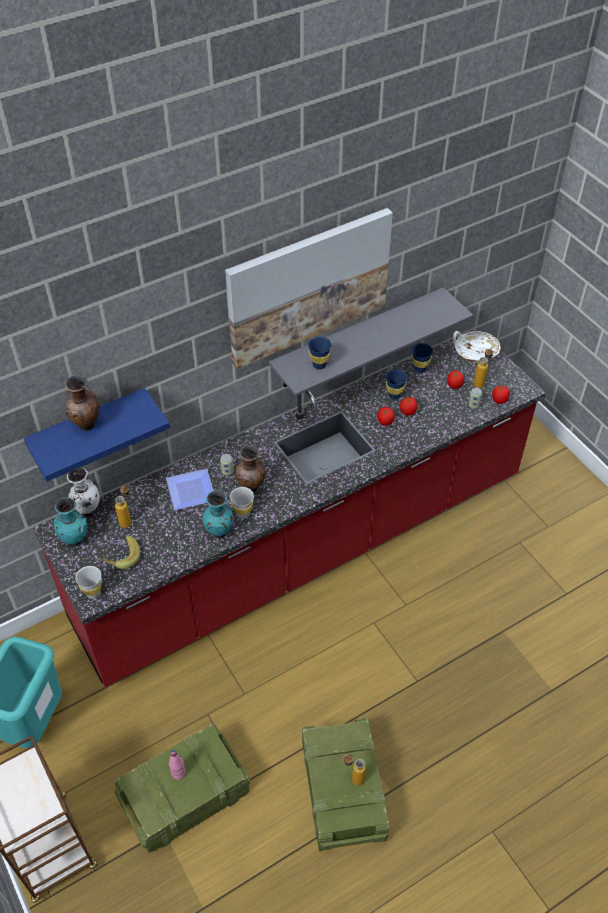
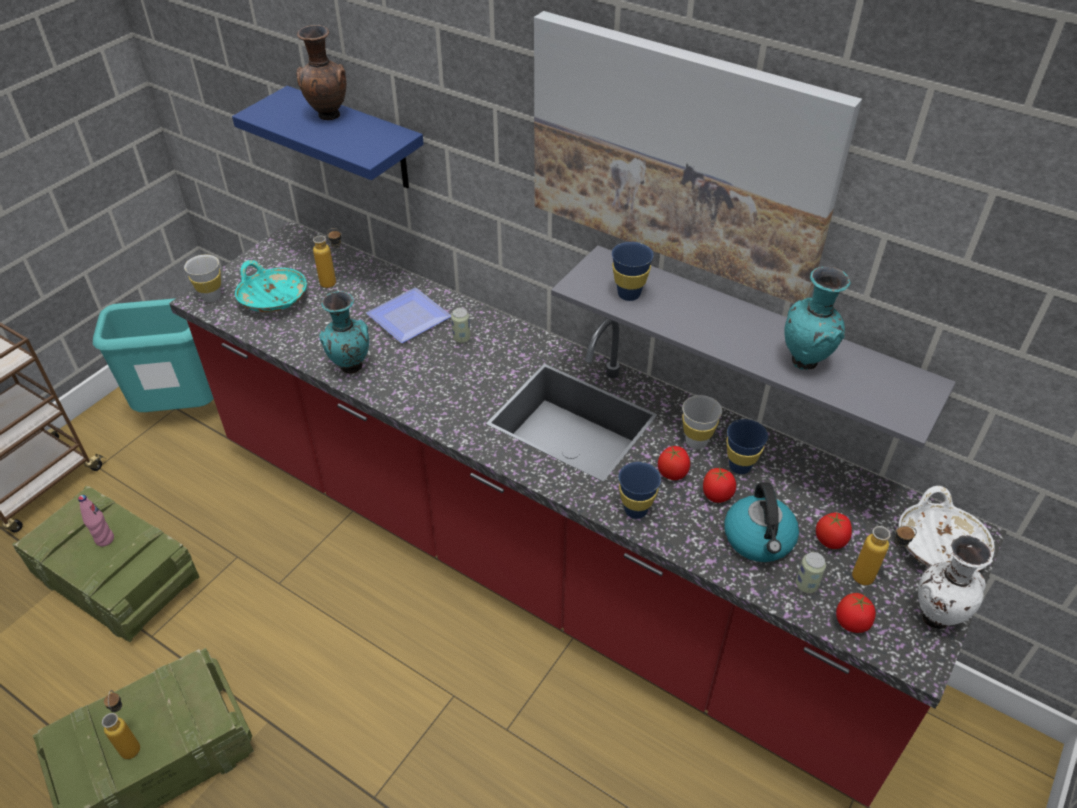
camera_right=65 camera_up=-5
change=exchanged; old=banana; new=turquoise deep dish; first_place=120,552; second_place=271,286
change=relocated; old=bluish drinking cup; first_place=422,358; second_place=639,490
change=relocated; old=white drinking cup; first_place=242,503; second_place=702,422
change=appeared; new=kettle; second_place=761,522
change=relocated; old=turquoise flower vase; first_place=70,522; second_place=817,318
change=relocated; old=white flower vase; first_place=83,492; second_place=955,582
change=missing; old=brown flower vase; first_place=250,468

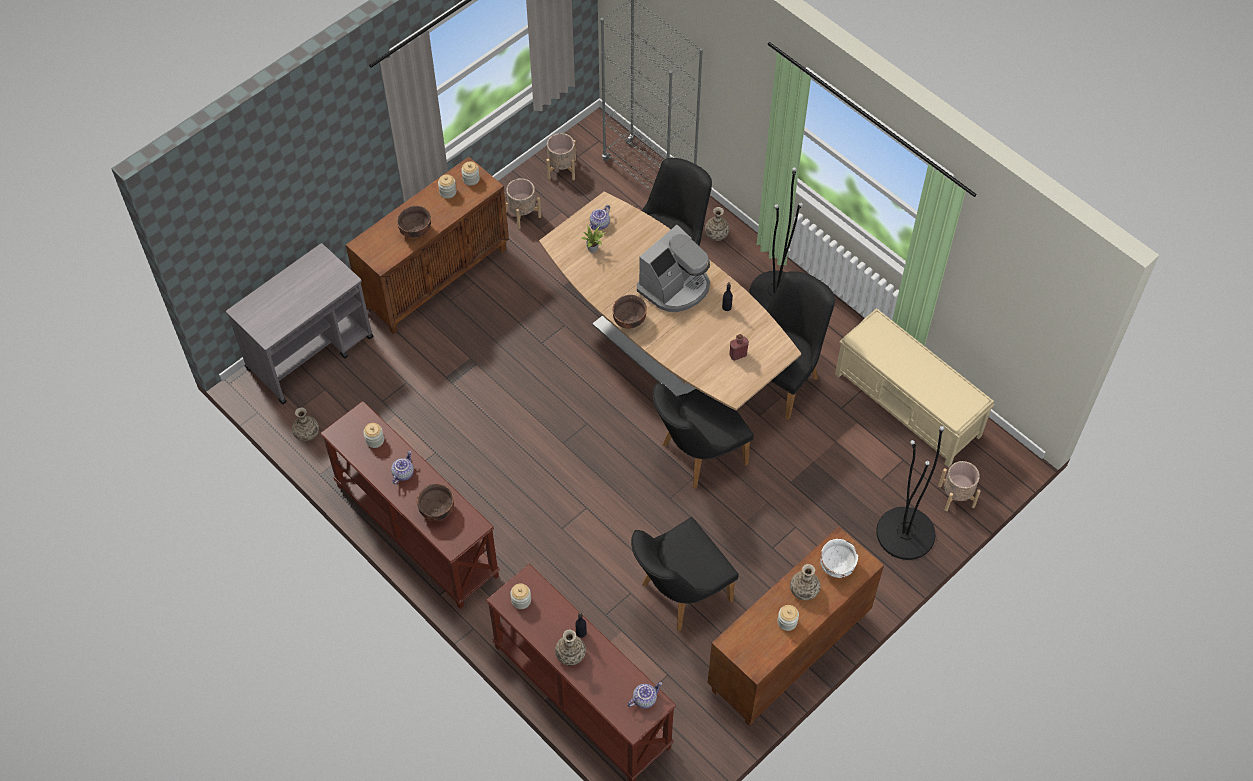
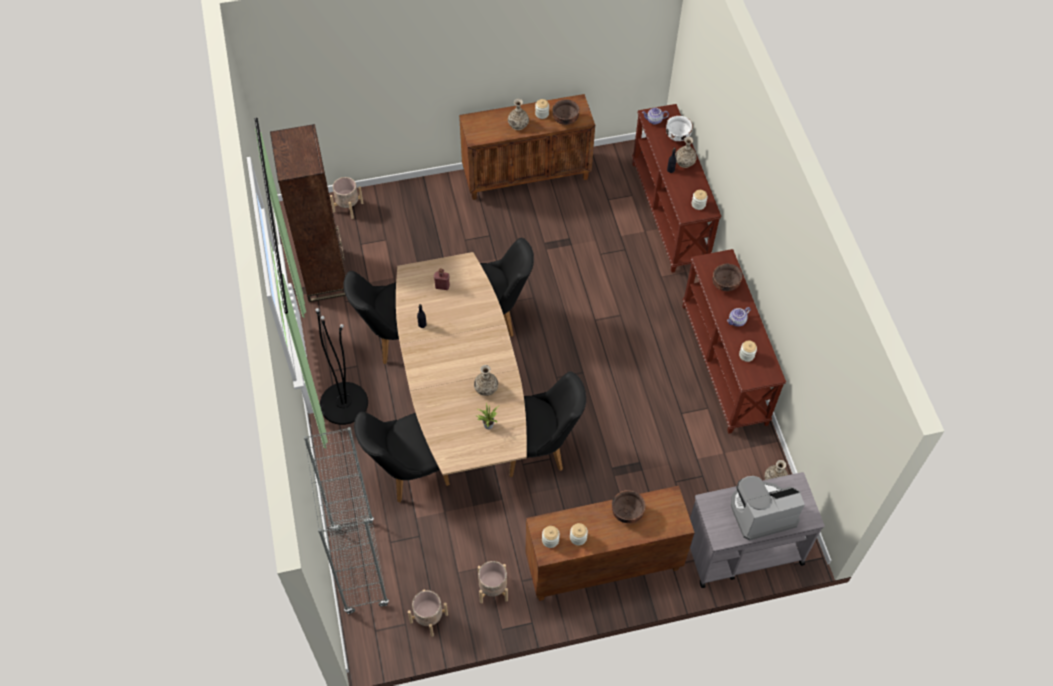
camera_right=-150 camera_up=0
change=exchanged; old=sand-coloured bench; new=brown shelving unit; first_place=915,387; second_place=308,213
change=relocated; old=flower vase; first_place=717,224; second_place=486,380
change=relocated; old=black upright chair; first_place=685,574; second_place=547,424
change=relocated; old=brown deep dish; first_place=630,312; second_place=566,112
change=relocated; old=white deep dish; first_place=839,558; second_place=679,128
change=relocated; old=coffee machine; first_place=673,268; second_place=768,508
change=missing; old=teapot; first_place=599,217
change=missing; old=black standing lamp; first_place=910,493

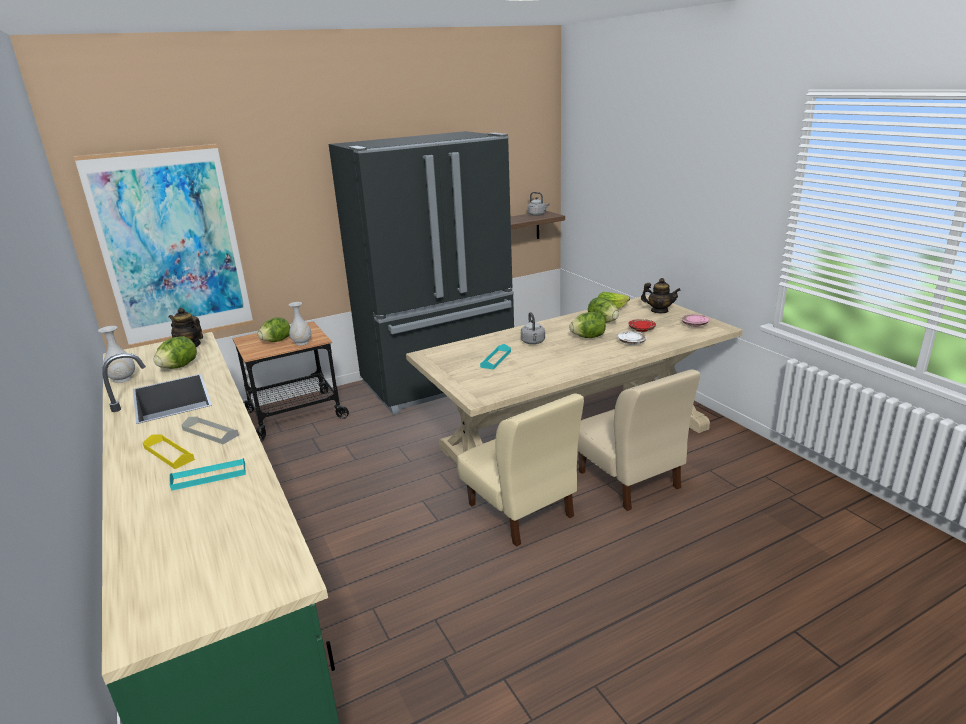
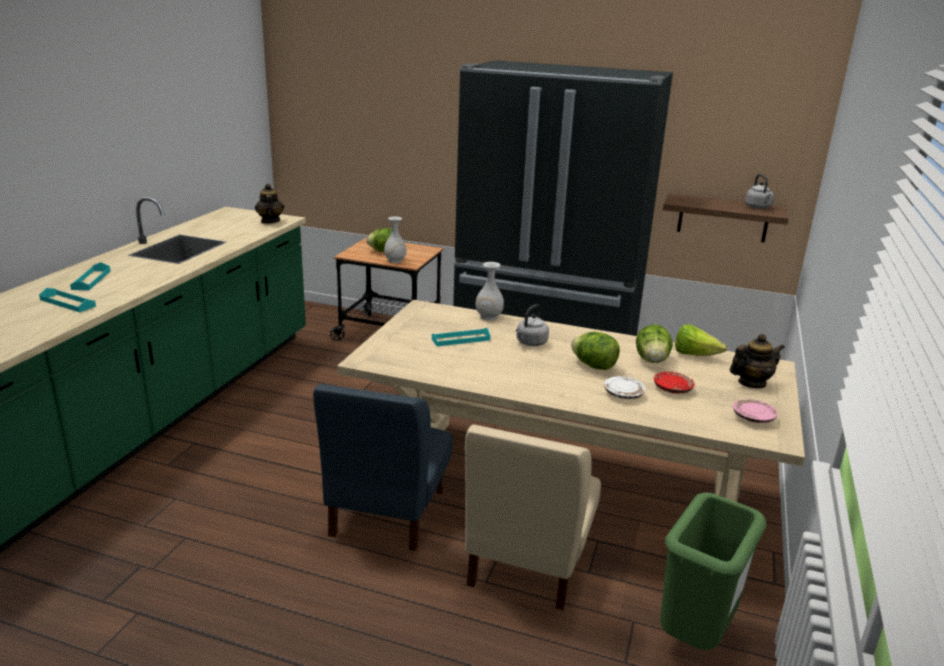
camera_right=45 camera_up=0
change=colour; old=yellow carrying tray; new=turquoise carrying tray; first_place=169,451; second_place=90,276
change=colour; old=sand-coloured upright chair; new=bluish upright chair; first_place=520,470; second_place=383,467
change=relocated; old=white flower vase; first_place=116,354; second_place=489,291
change=appeared; new=green-coloured rubbish bin; second_place=713,571
change=spun; old=teapot; first_place=661,295; second_place=757,361; degrees=-90
change=missing; old=wall art; first_place=164,246
change=missing; old=lettuce; first_place=175,352
change=missing; old=gray carrying tray; first_place=210,430

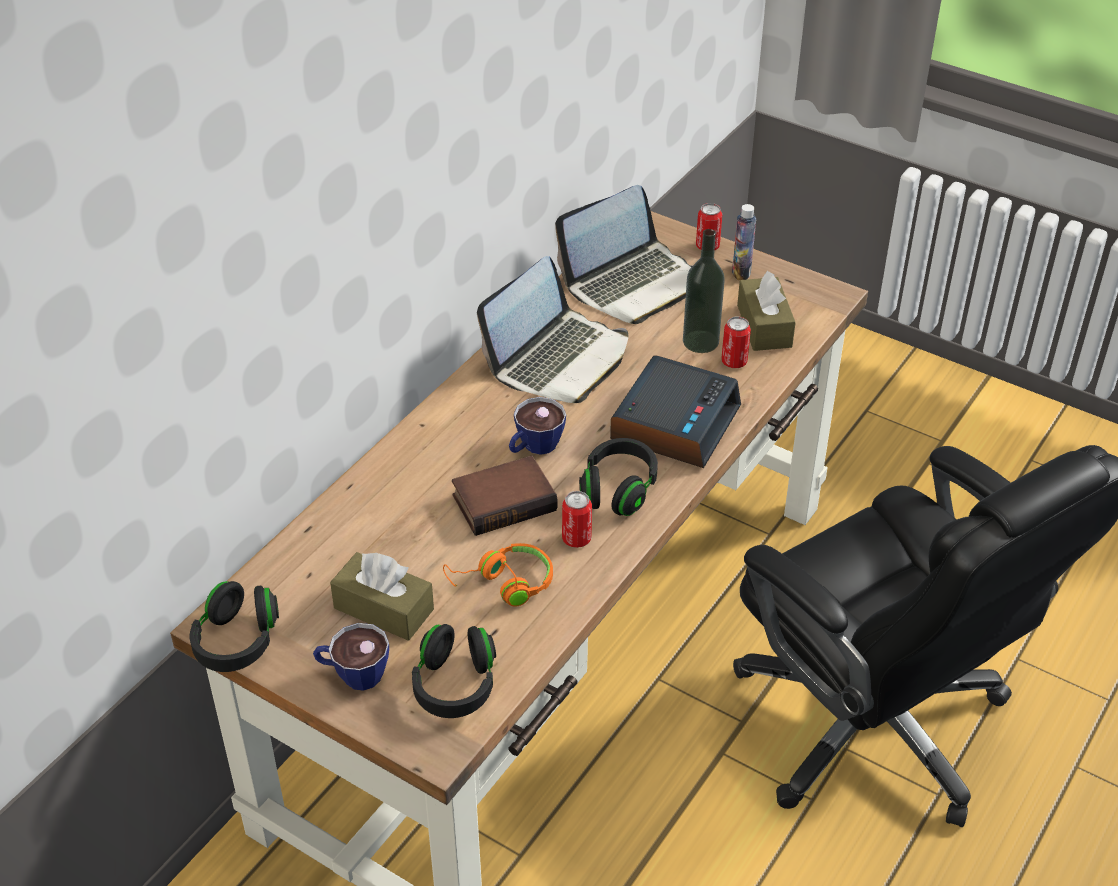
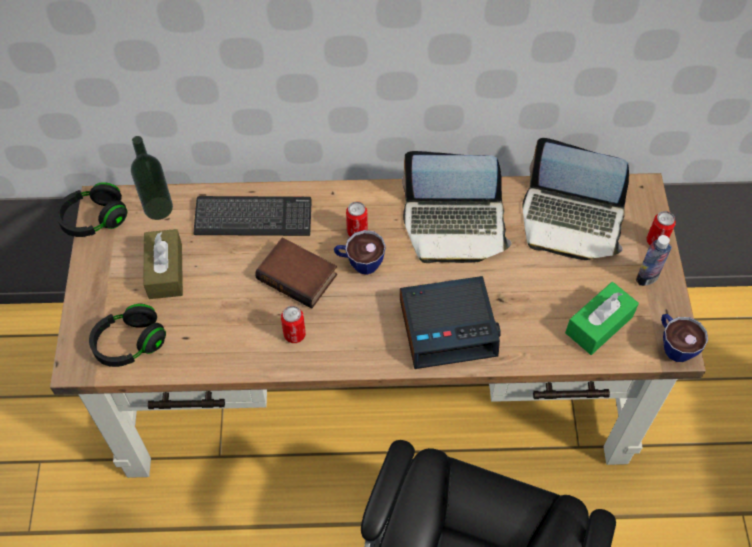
camera_right=55 camera_up=15
change=relocated; old=bottle; first_place=704,291; second_place=152,178
change=appeared; new=computer keyboard; second_place=253,216
change=relocated; old=metal can; first_place=736,342; second_place=357,219
change=colour; old=brown tissue box; new=green-coloured tissue box; first_place=766,311; second_place=602,318
change=relocated; old=drinking cup; first_place=351,657; second_place=684,338
change=missing; old=orange-coloured headset; first_place=498,575
change=missing; old=black headset; first_place=618,477

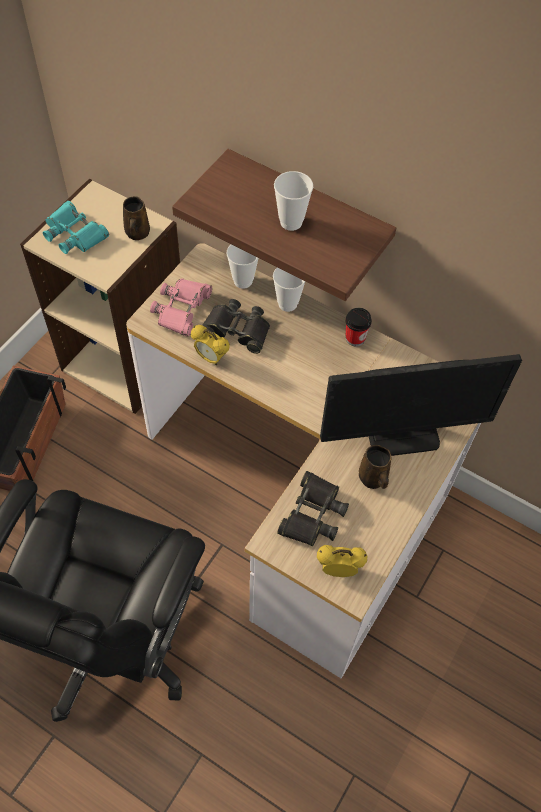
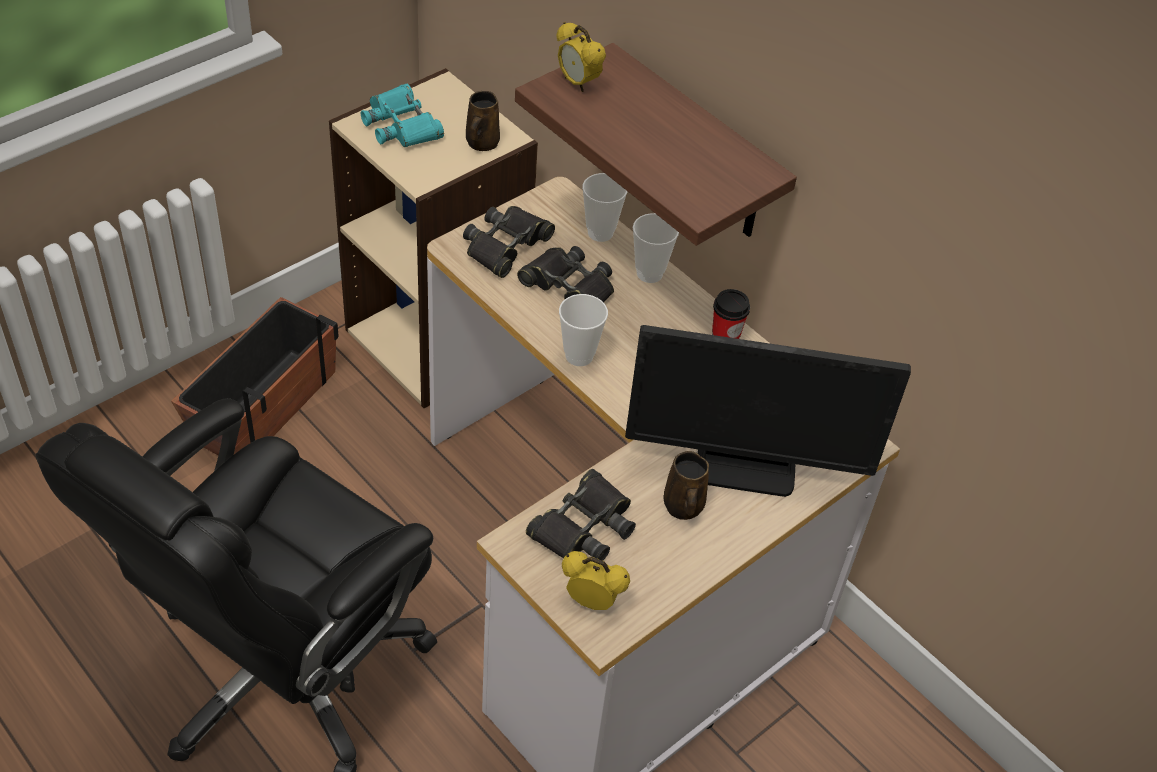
camera_right=15 camera_up=-10
change=colour; old=pink binoculars; new=black binoculars; first_place=181,307; second_place=509,242
change=relocated; old=table clock; first_place=210,345; second_place=581,57
change=relocated; old=drinking cup; first_place=293,201; second_place=583,330

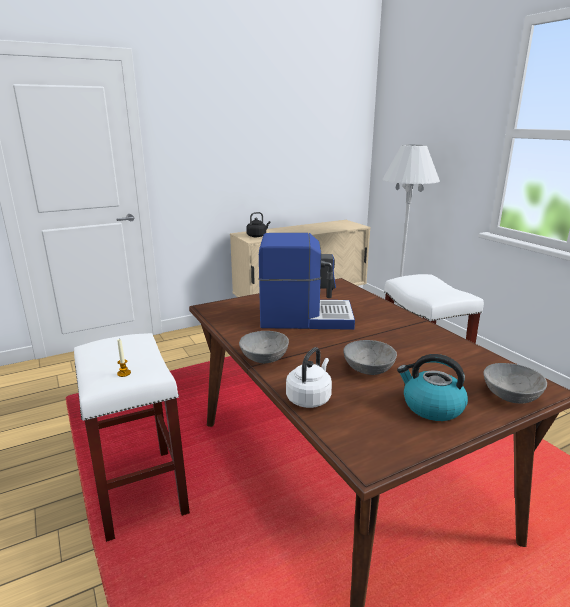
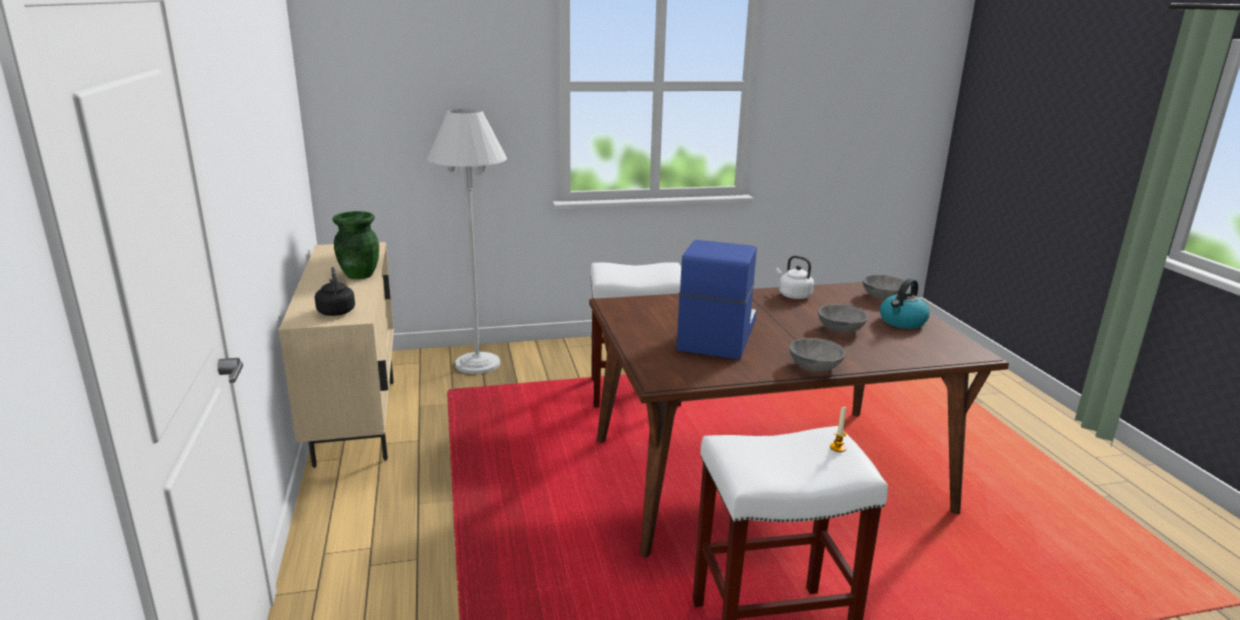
camera_right=-75 camera_up=0
change=appeared; new=green-coloured flower vase; second_place=355,245
change=relocated; old=white kettle; first_place=309,377; second_place=795,277

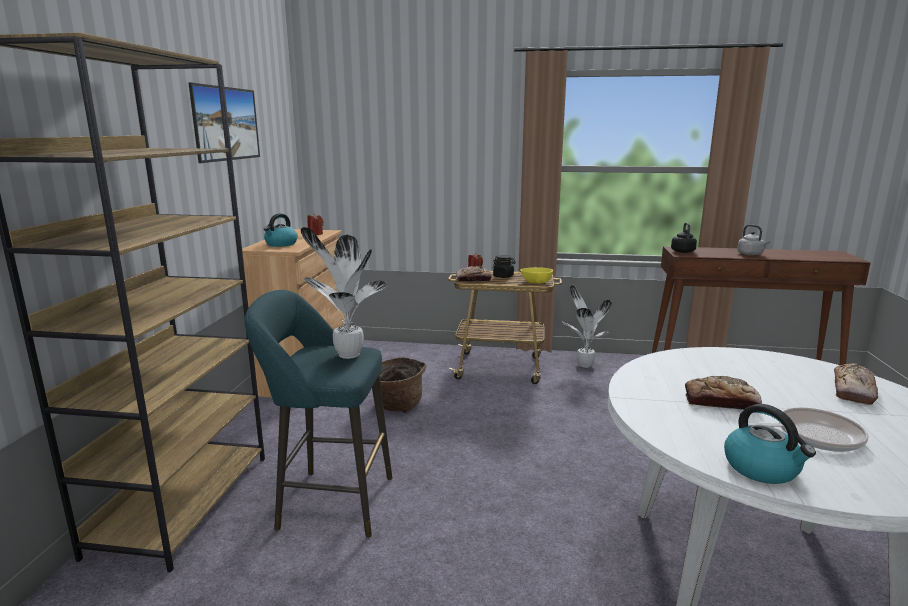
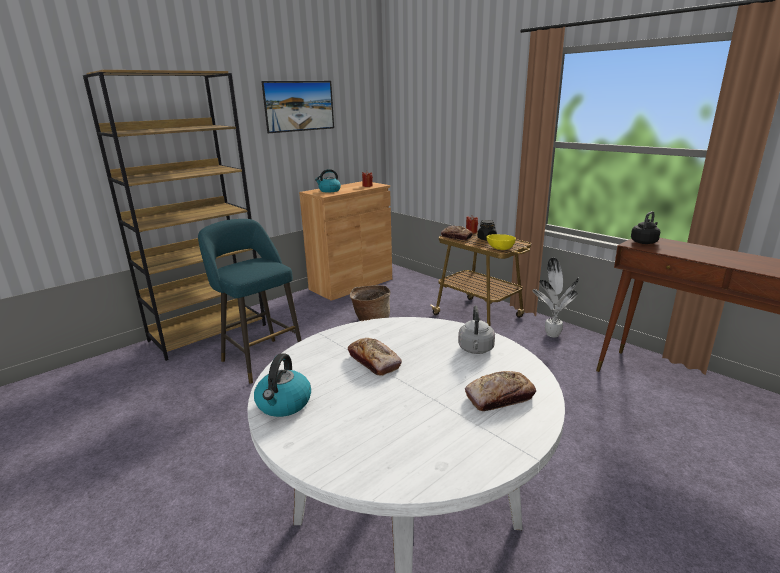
camera_right=40 camera_up=5
change=relocated; old=gray kettle; first_place=753,240; second_place=476,330
change=missing; old=potted plant; first_place=344,293
change=missing; old=pan; first_place=808,430

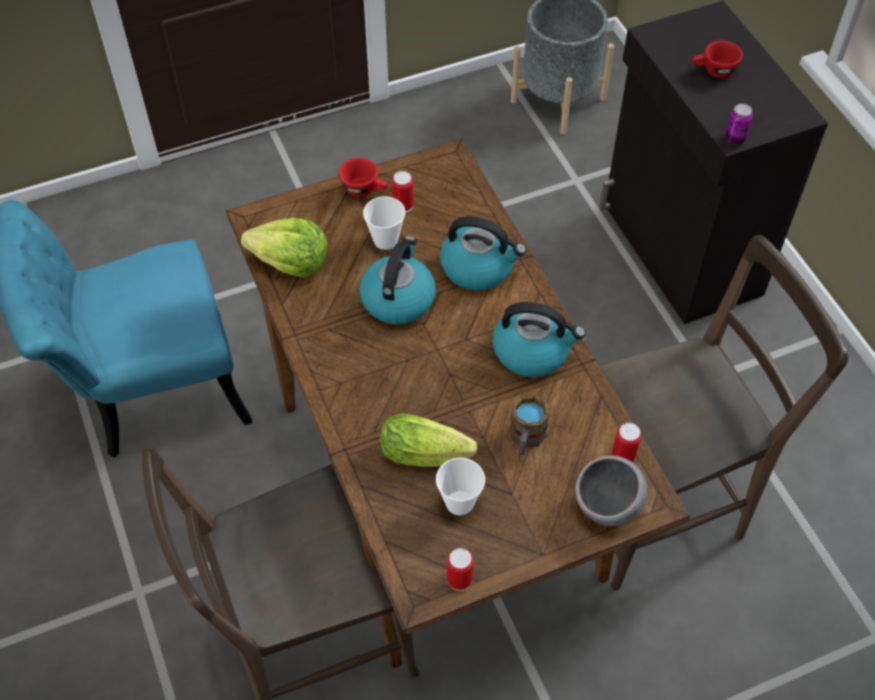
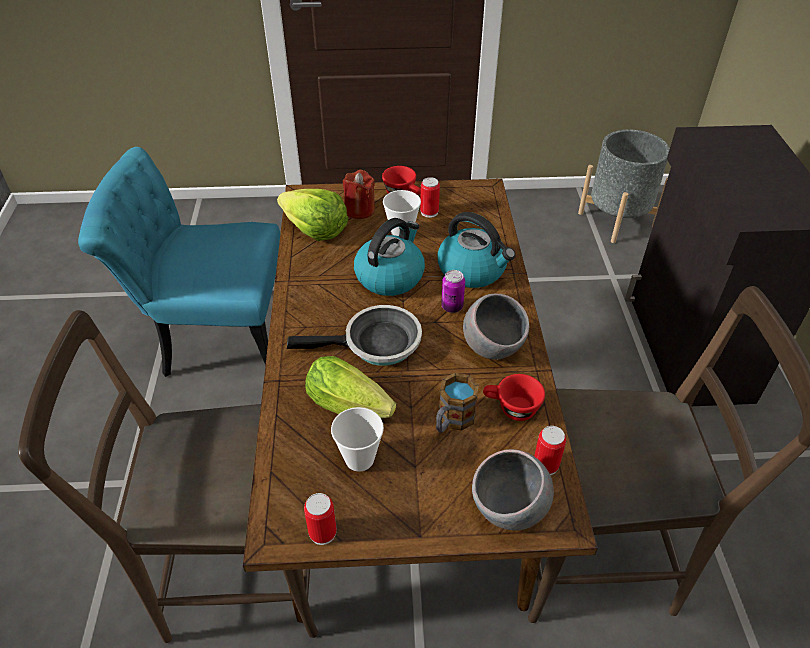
camera_right=20 camera_up=-10
change=appeared; new=pan; second_place=354,335
change=appeared; new=red-coloured wax candle; second_place=359,194
change=relocated; old=metal can; first_place=739,124; second_place=453,291
change=exchanged; old=kettle; new=gray deep dish; first_place=539,339; second_place=496,326
change=relocated; old=red-coloured drinking cup; first_place=717,59; second_place=514,397

